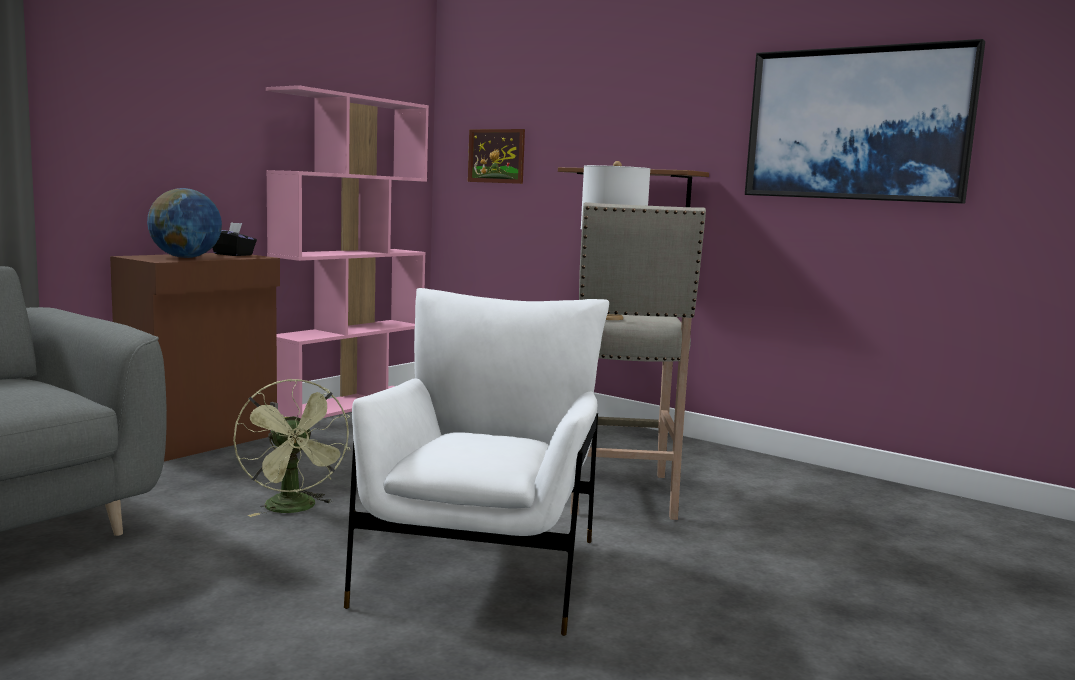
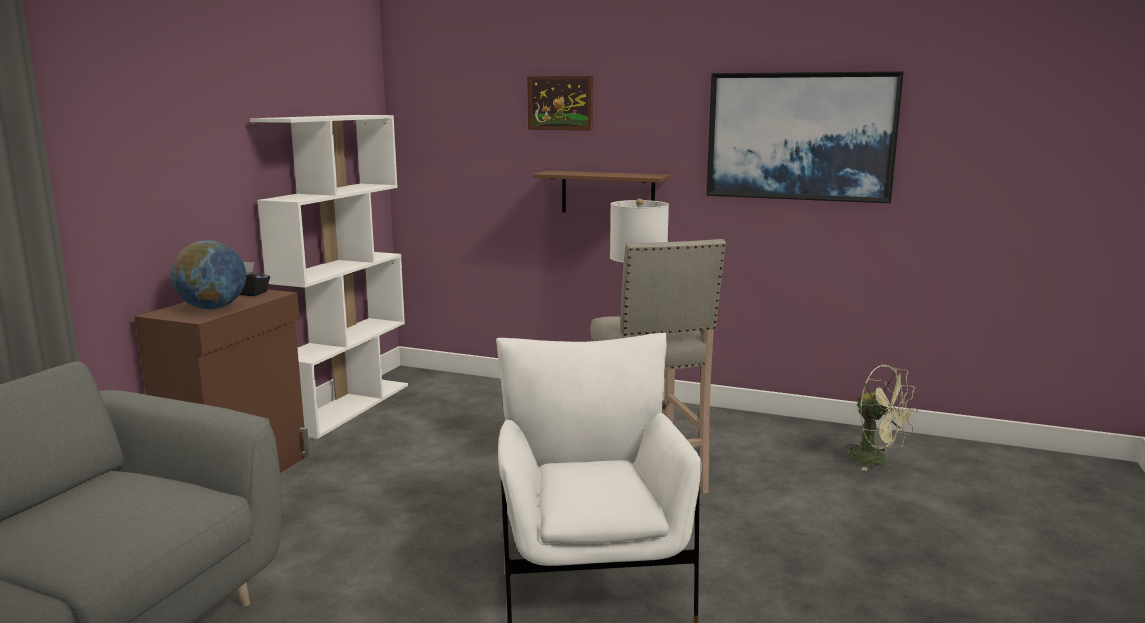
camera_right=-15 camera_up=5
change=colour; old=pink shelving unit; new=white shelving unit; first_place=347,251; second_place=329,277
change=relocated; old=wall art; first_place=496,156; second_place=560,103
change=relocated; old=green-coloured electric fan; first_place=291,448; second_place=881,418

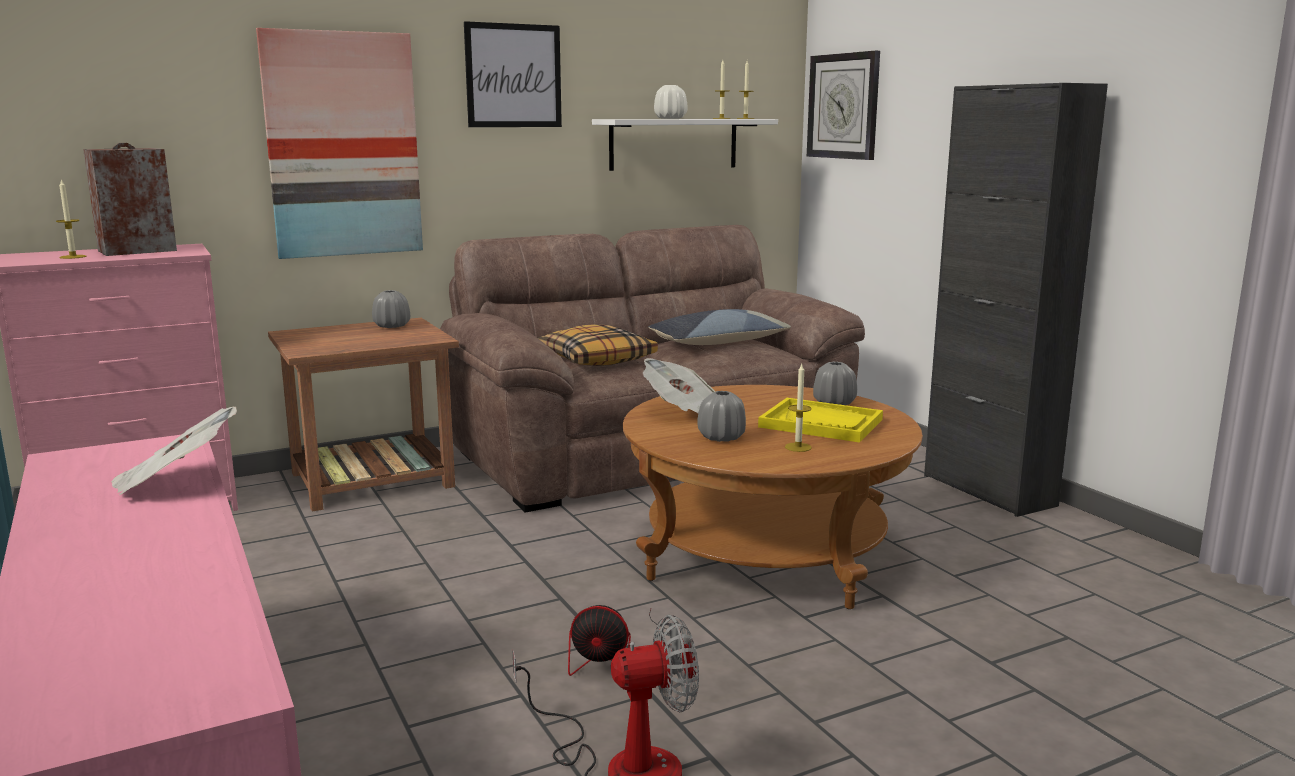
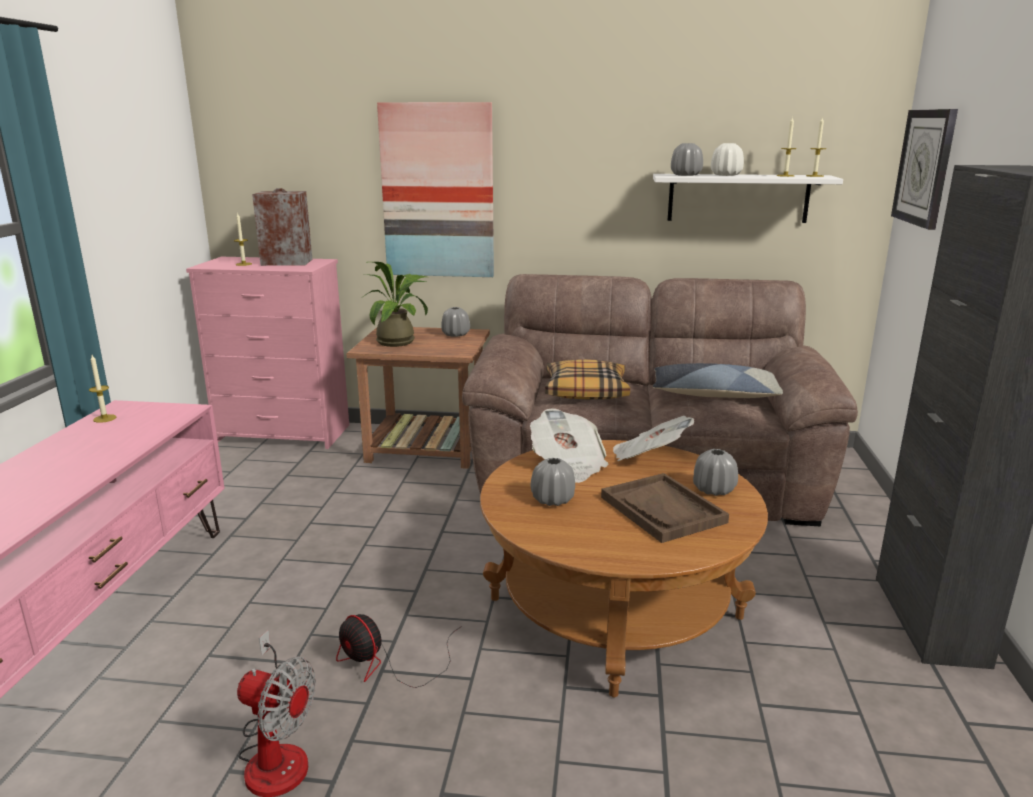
camera_right=35 camera_up=5
change=relocated; old=wax candle; first_place=798,408; second_place=102,389
change=appeared; new=potted plant; second_place=394,304
change=colour; old=yellow carrying tray; new=brown carrying tray; first_place=820,420; second_place=665,508
change=relocated; old=newspaper; first_place=174,451; second_place=653,438
change=appeared; new=gray flower vase; second_place=687,159
change=missing; old=wall art; first_place=513,74

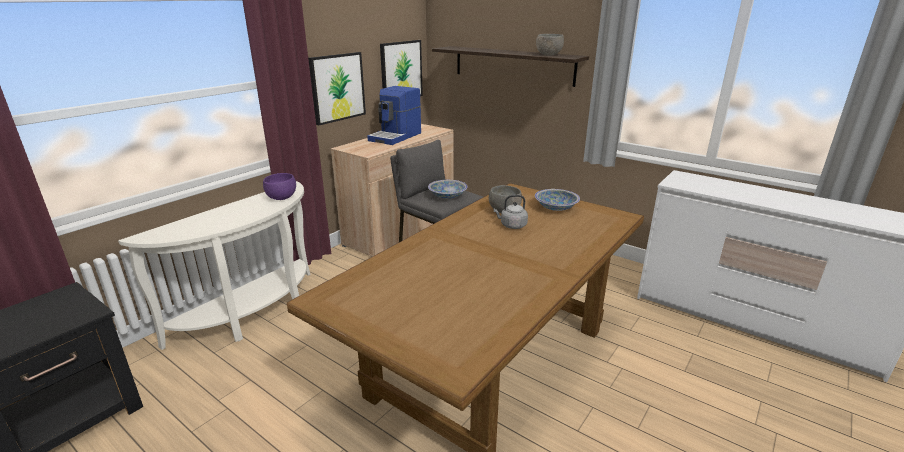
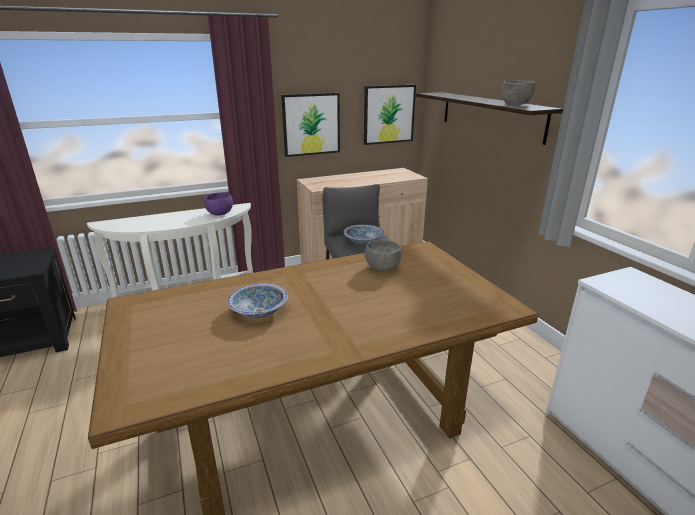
camera_right=30 camera_up=0
change=relocated; old=deep dish; first_place=557,200; second_place=257,300
change=missing; old=coffee machine; first_place=394,115
change=missing; old=gray kettle; first_place=511,212

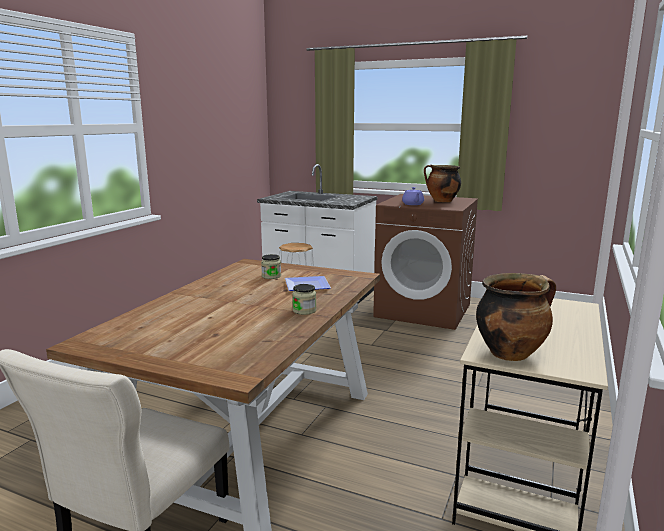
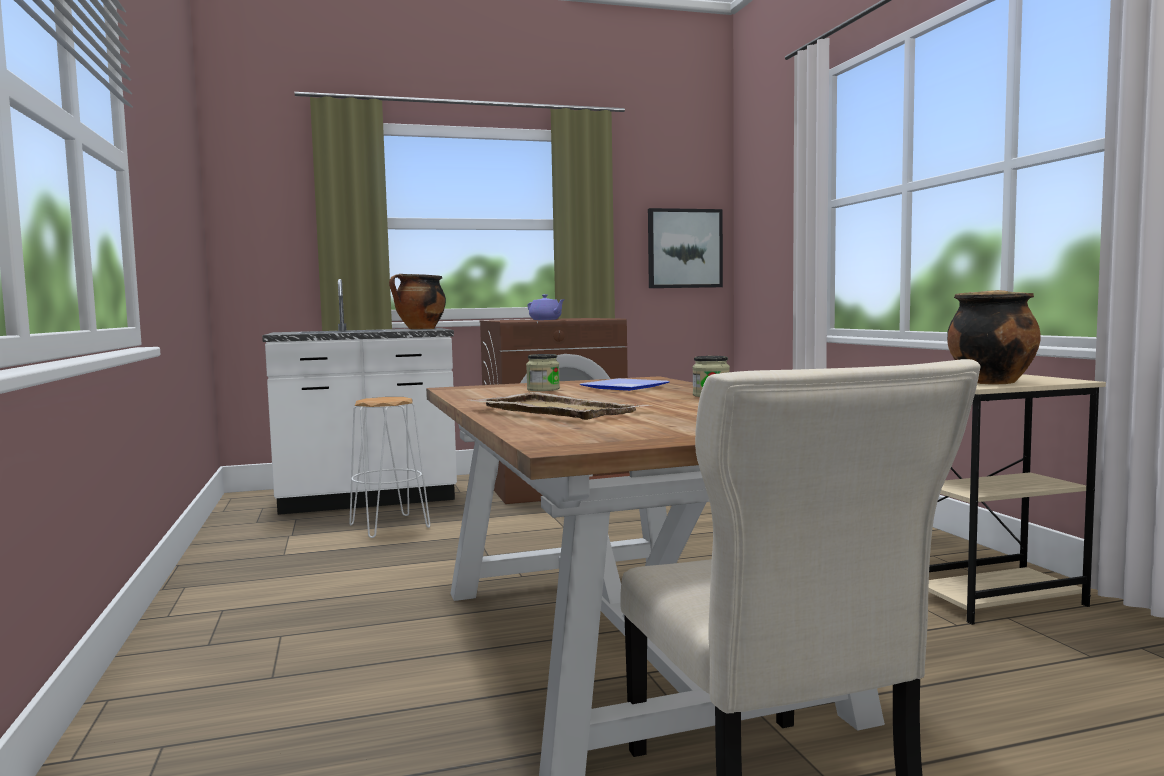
camera_right=-40 camera_up=-10
change=relocated; old=stockpot; first_place=442,183; second_place=417,301
change=appeared; new=sand-coloured carrying tray; second_place=558,406
change=appeared; new=wall art; second_place=685,248

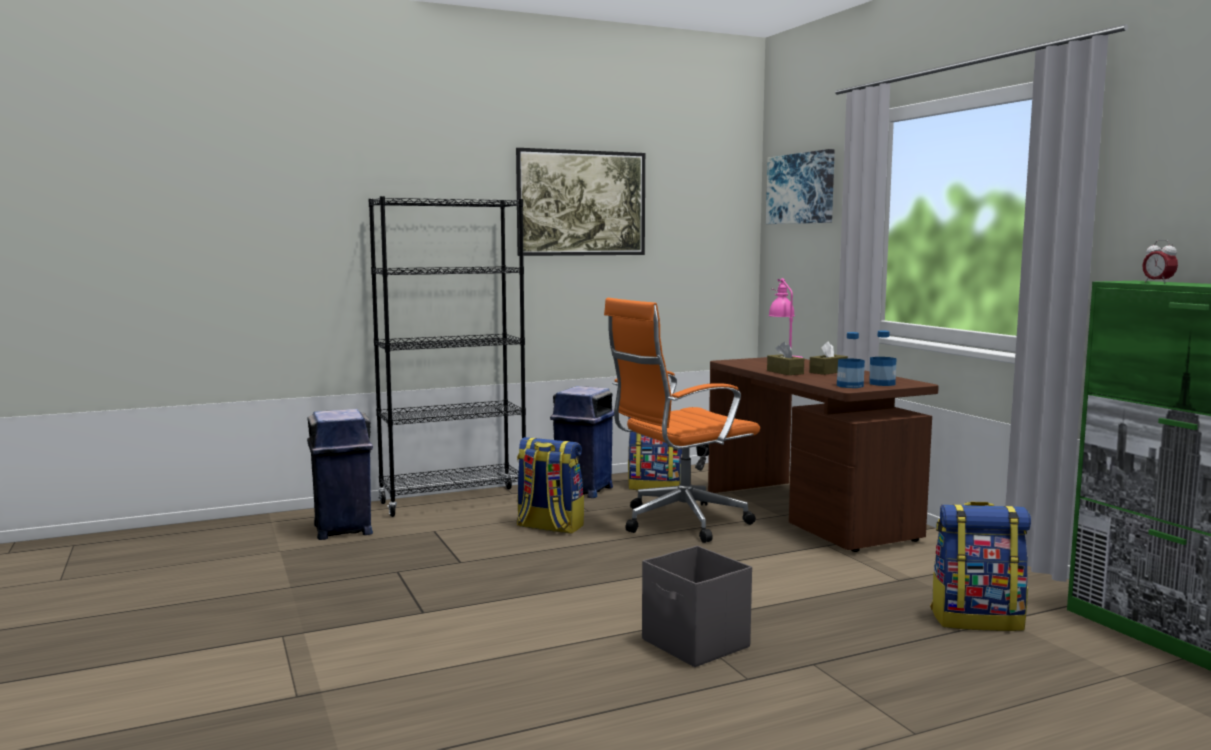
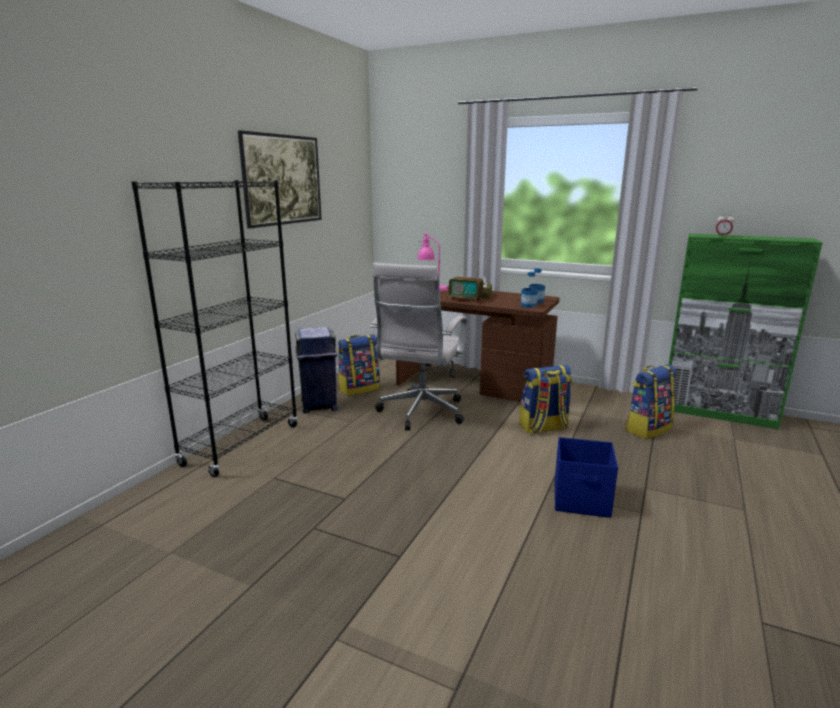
camera_right=-40 camera_up=10
change=colour; old=orange-coloured desk chair; new=white desk chair; first_place=682,420; second_place=418,347
change=exchanged; old=brown tissue box; new=radio set; first_place=785,358; second_place=466,281
change=relocated; old=knapsack; first_place=550,485; second_place=545,399
change=colour; old=gray storage bin; new=bluish storage bin; first_place=697,606; second_place=586,477
change=missing; old=bluish rubbish bin; first_place=340,474
change=missing; old=wall art; first_place=800,186

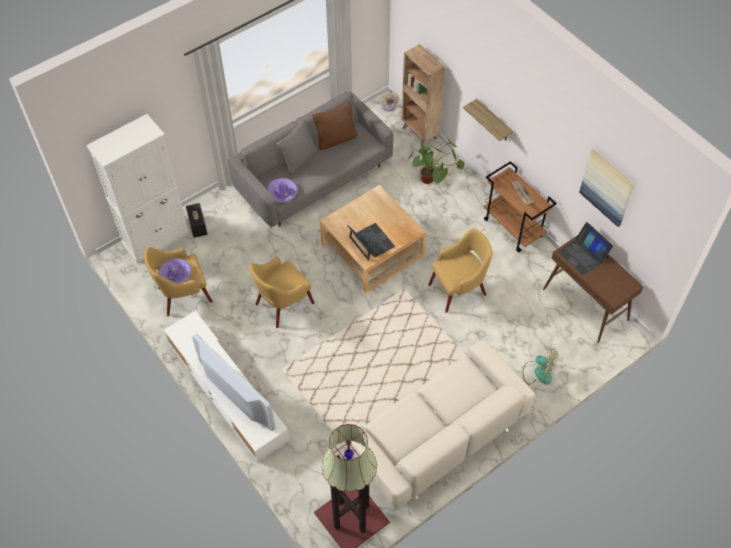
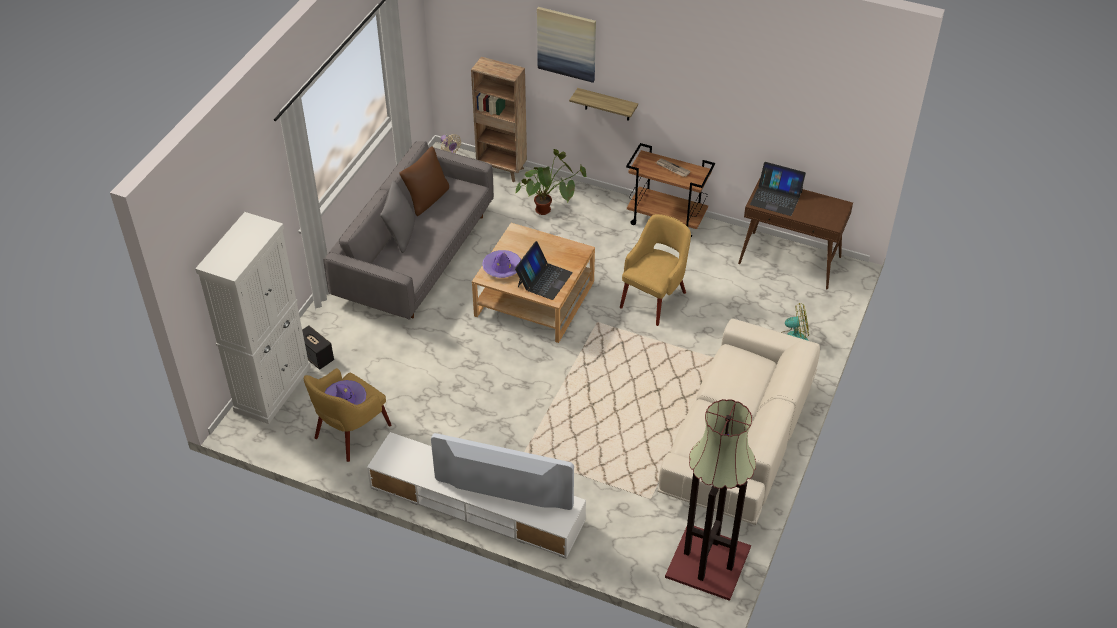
camera_right=-30 camera_up=-10
change=relocated; old=purplish clothing hat; first_place=282,190; second_place=501,264
change=spun; old=notebook computer; first_place=371,242; second_place=544,270; degrees=90
change=relocated; old=wall art; first_place=607,188; second_place=566,45
change=missing; old=yellow armchair; first_place=281,292

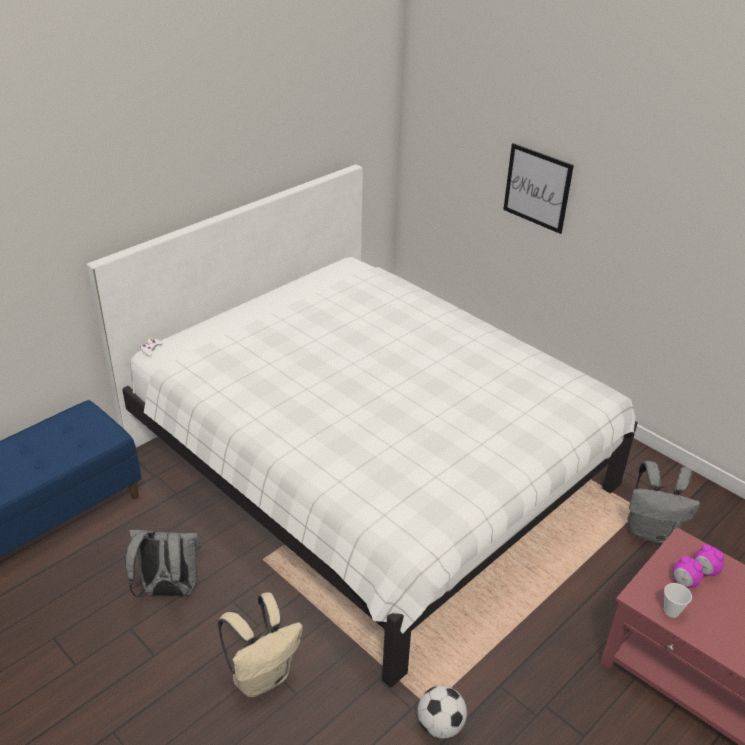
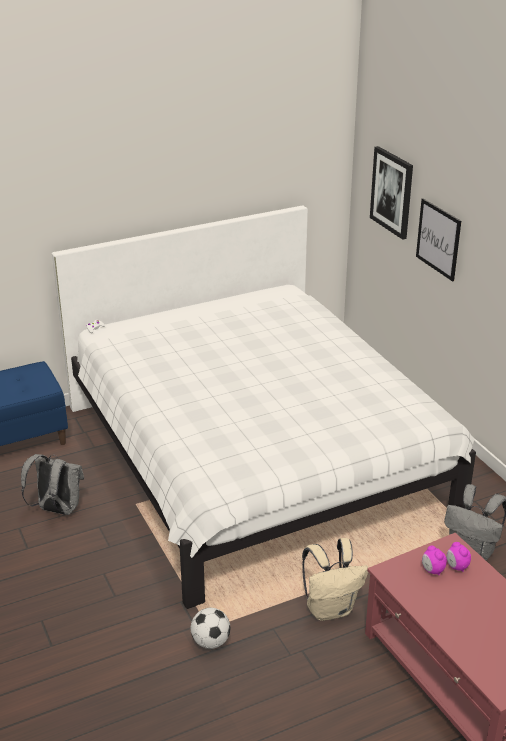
camera_right=20 camera_up=-5
change=relocated; old=sand-coloured knapsack; first_place=260,644; second_place=335,579
change=appeared; new=wall art; second_place=391,193
change=missing; old=drinking cup; first_place=678,600

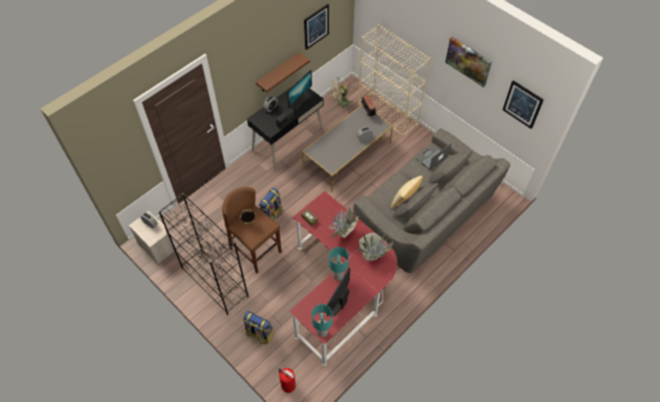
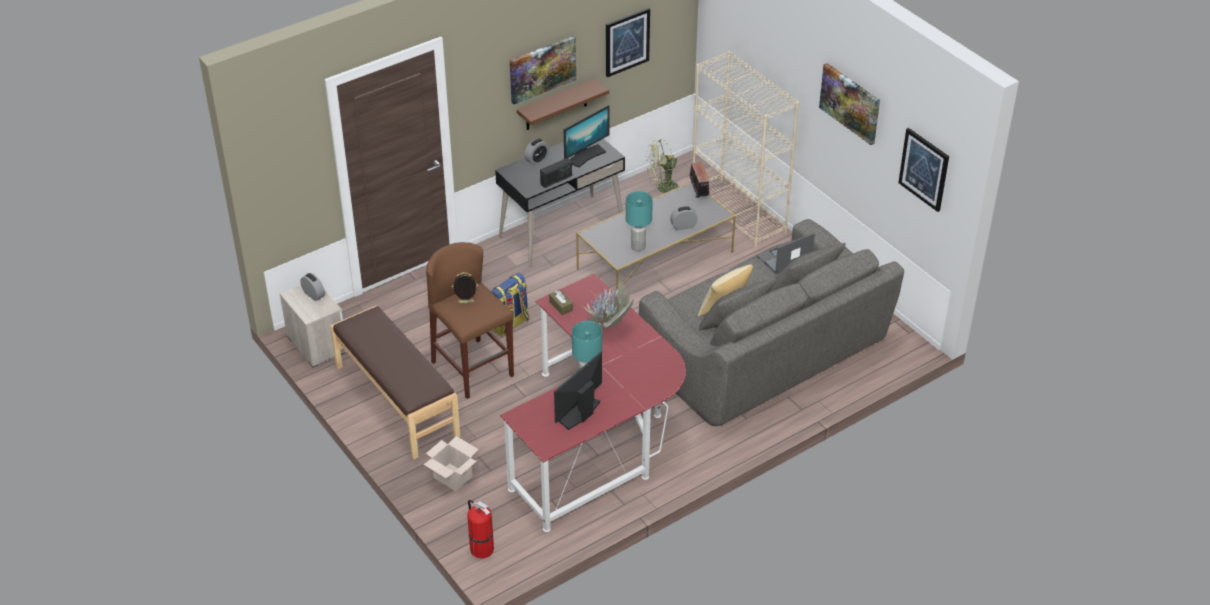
camera_right=10 camera_up=-15
change=exchanged; old=black shelving unit; new=brown bench; first_place=203,254; second_place=395,382
change=exchanged; old=knapsack; new=cardboard box; first_place=258,328; second_place=450,463
change=appeared; new=wall art; second_place=543,70
change=relocated; old=turquoise tabletop lamp; first_place=322,320; second_place=639,221
change=missing; old=potted plant; first_place=376,253

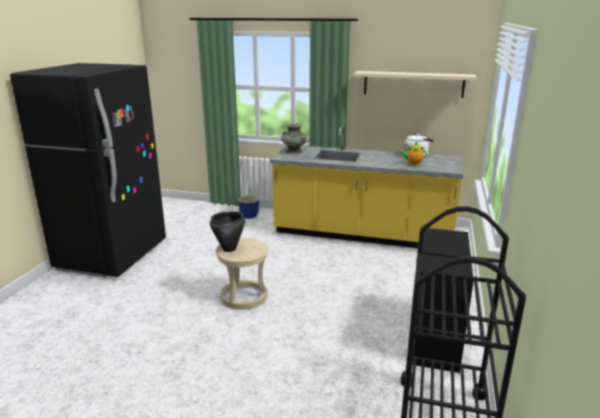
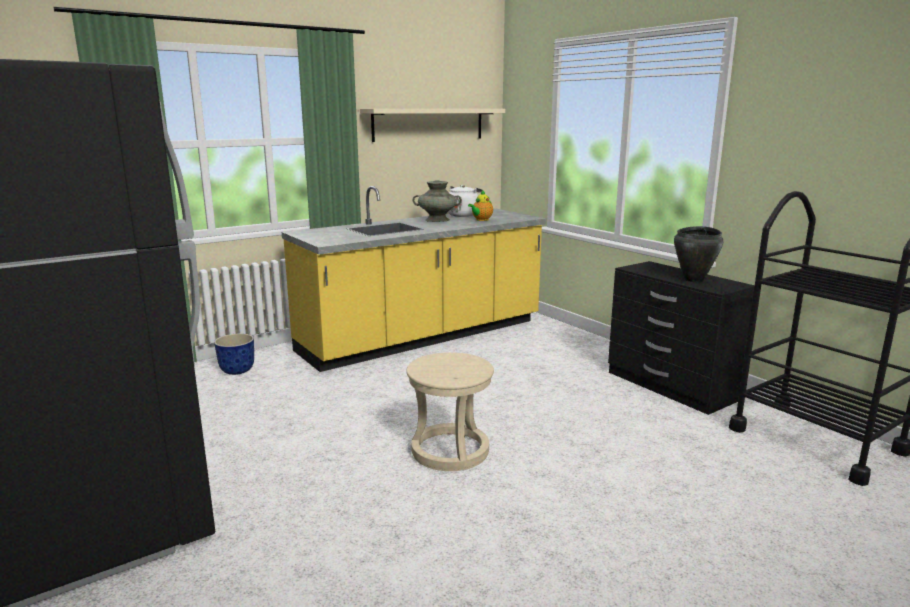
camera_right=-50 camera_up=-5
change=relocated; old=turquoise flower vase; first_place=294,139; second_place=437,201
change=relocated; old=black stockpot; first_place=227,232; second_place=698,254

